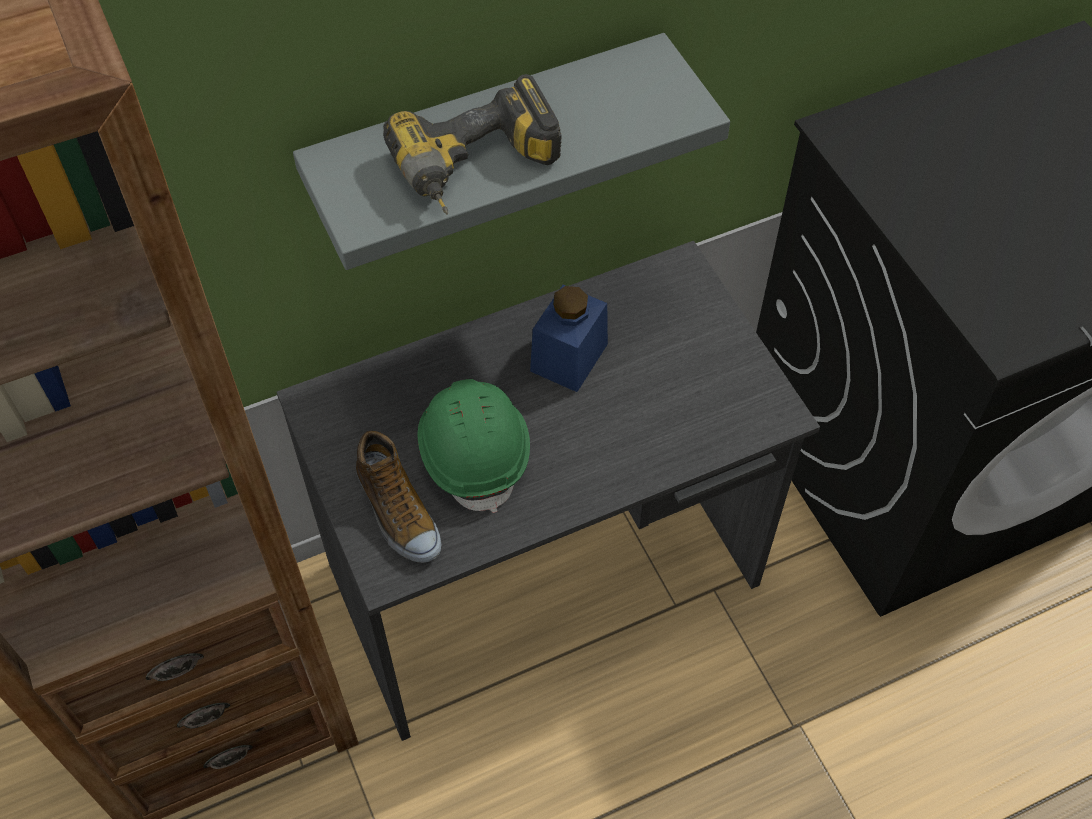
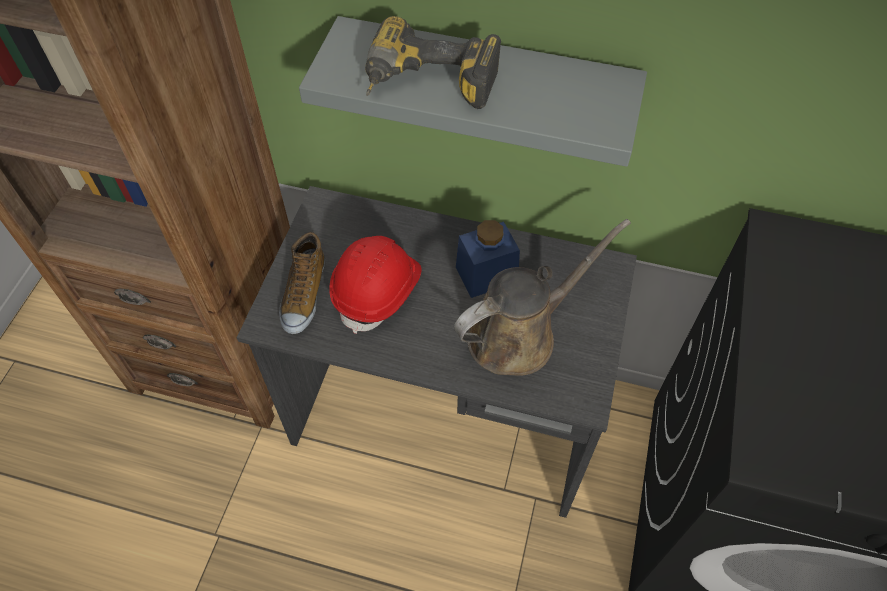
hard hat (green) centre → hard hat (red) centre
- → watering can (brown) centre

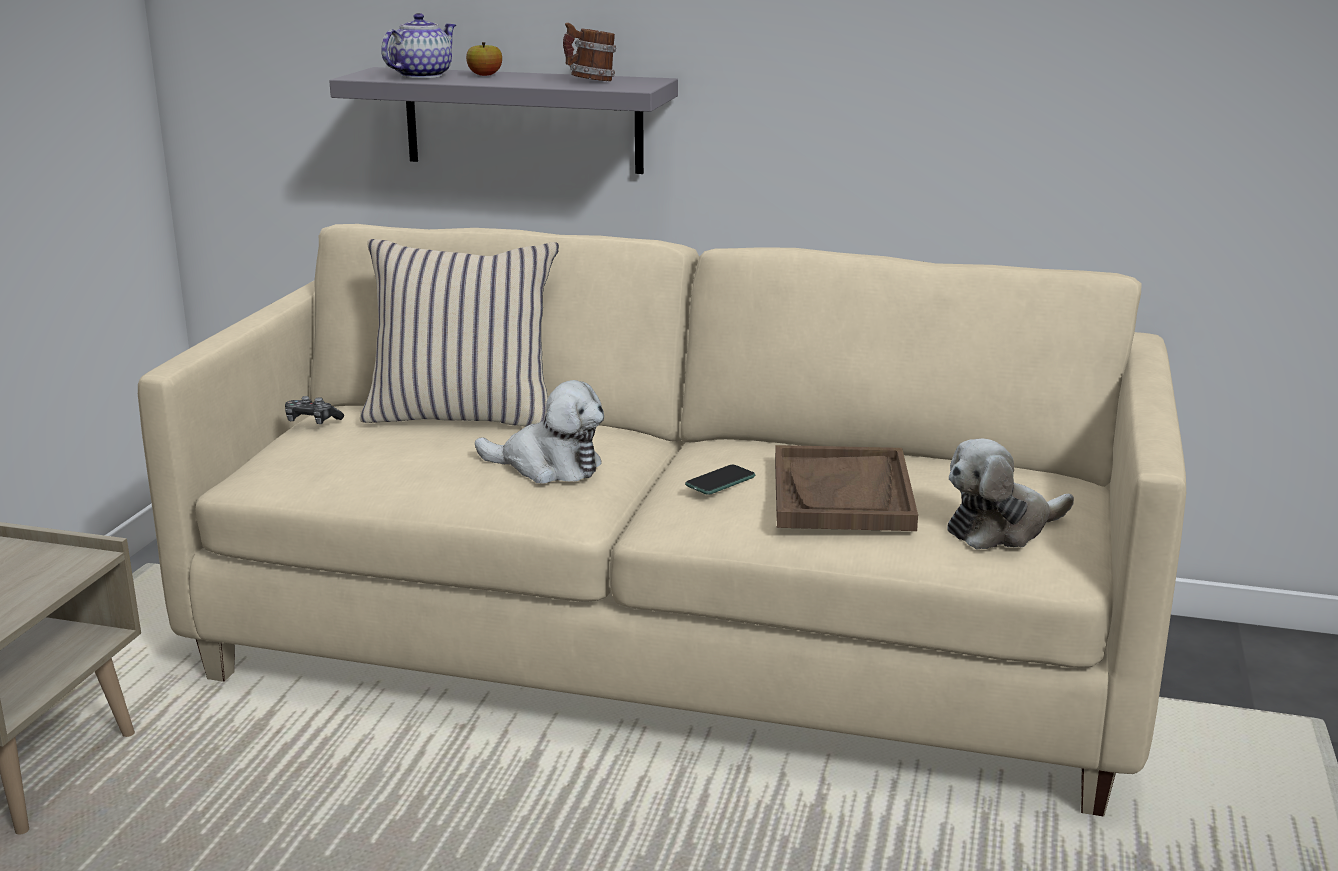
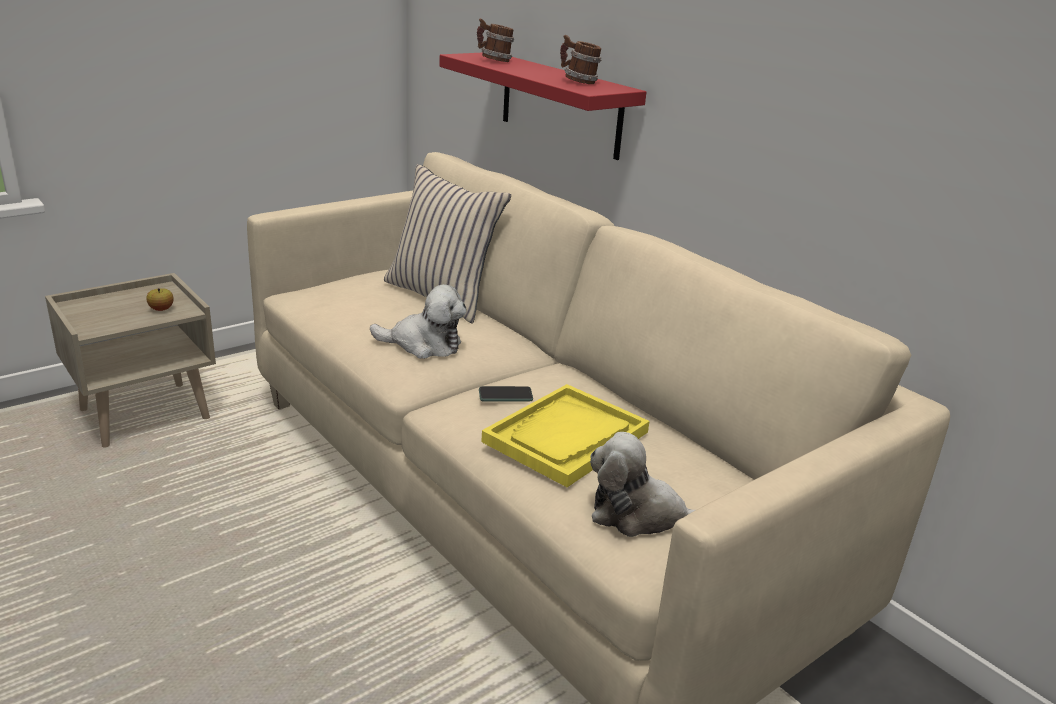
teapot top left → mug (no. 1 from left) top centre
apple top centre → apple middle left, relocated
shelf (grey) top centre → shelf (red) top centre
plush toy (no. 1 from left) centre, 45 degrees counterclockwise
game controller middle left → -
tray (brown) centre → tray (yellow) centre

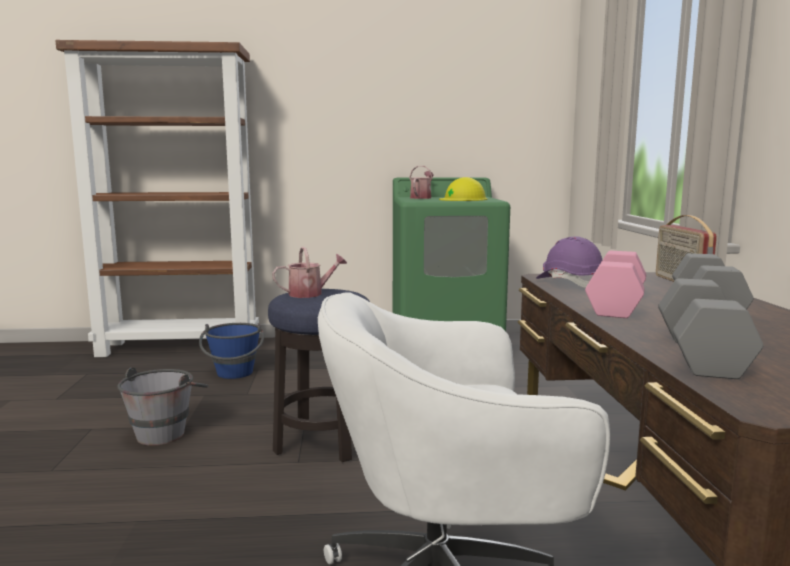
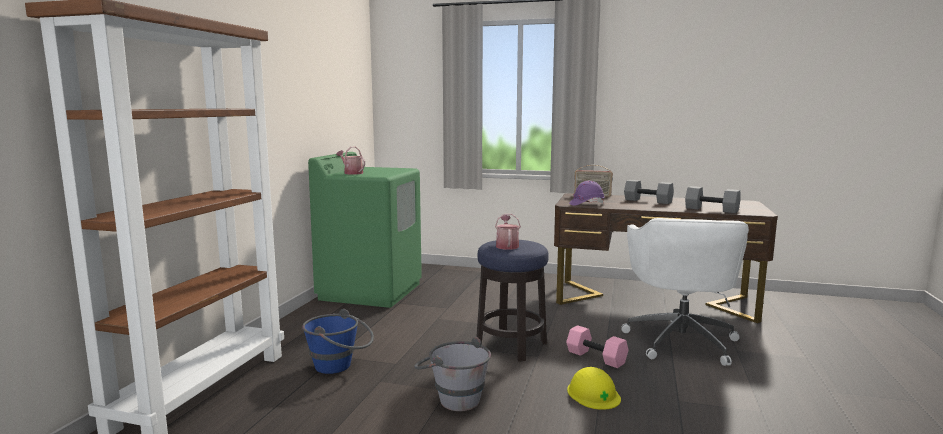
hard hat (yellow) centre → hard hat (yellow) bottom centre, relocated
dumbbell (pink) middle right → dumbbell (pink) bottom centre, relocated

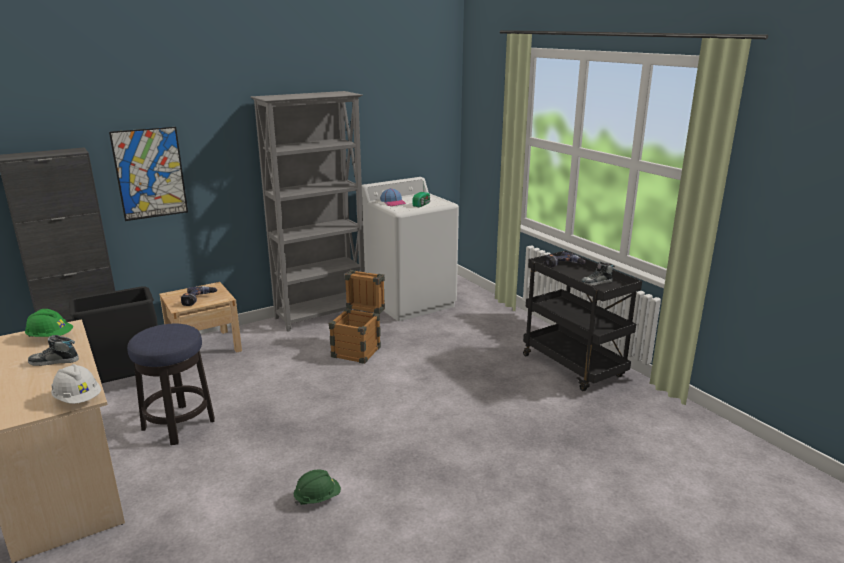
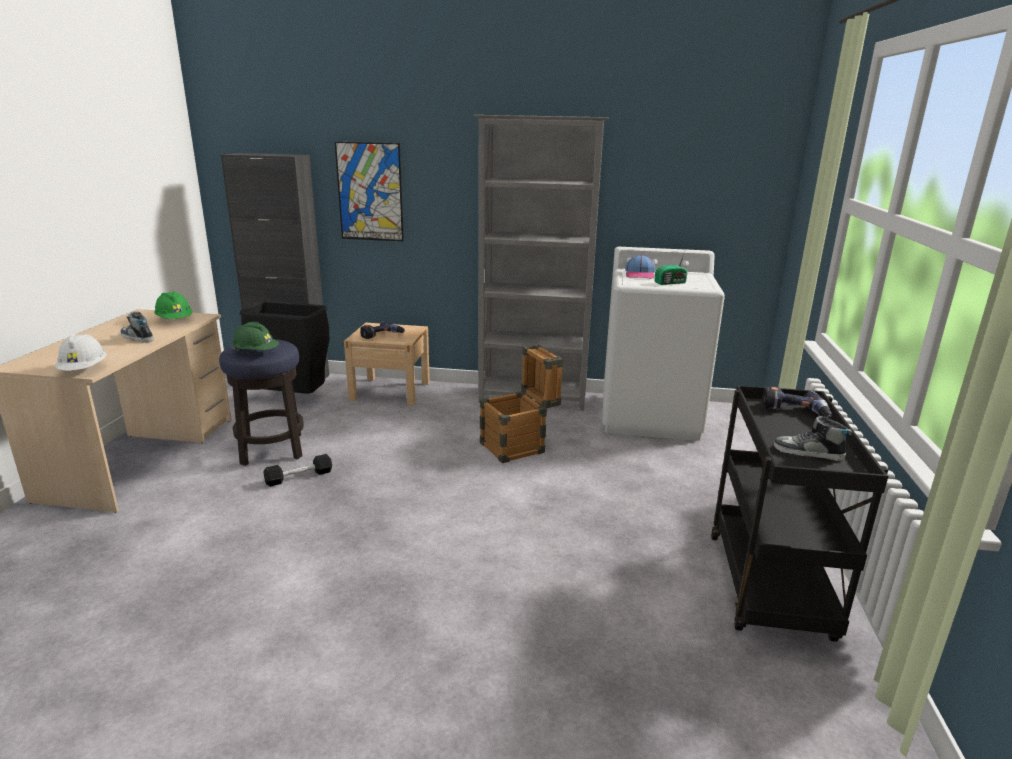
hard hat (green) (no. 2 from left) bottom centre → hard hat (green) (no. 2 from left) middle left, relocated
- → dumbbell (black) middle left

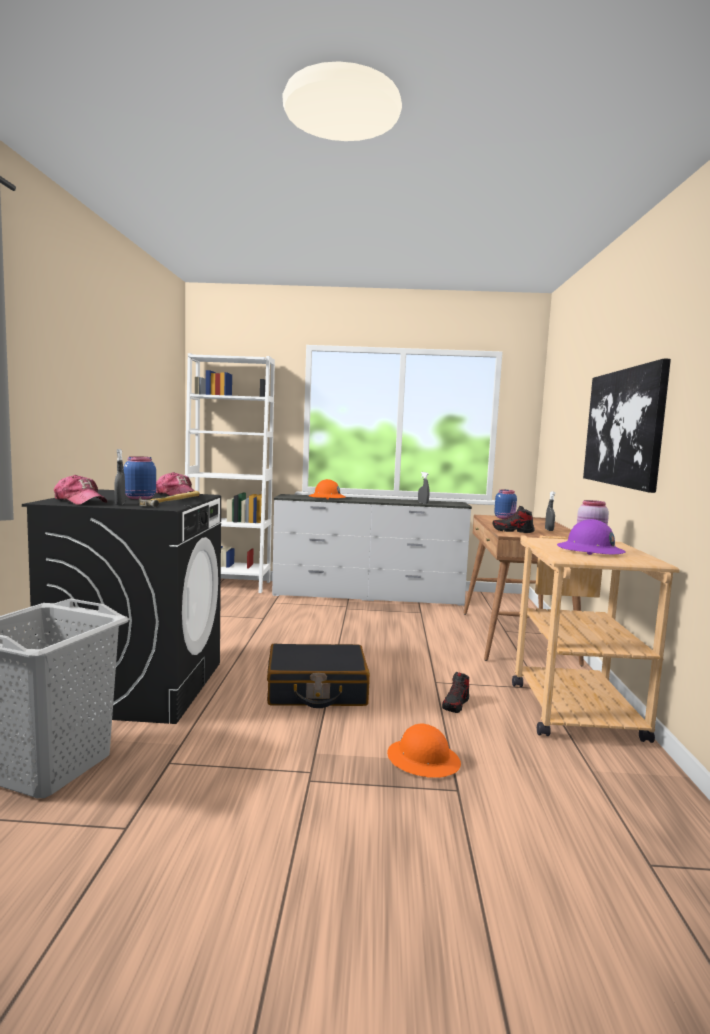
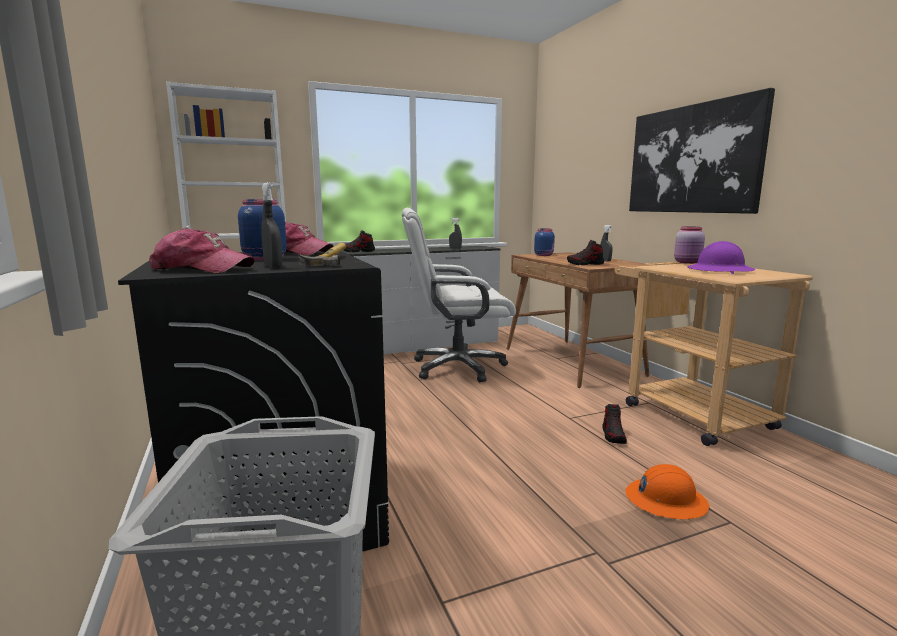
hard hat (orange) (no. 1 from left) centre → shoe (no. 1 from left) centre
suitcase (black) centre → -
- → office chair (white) centre

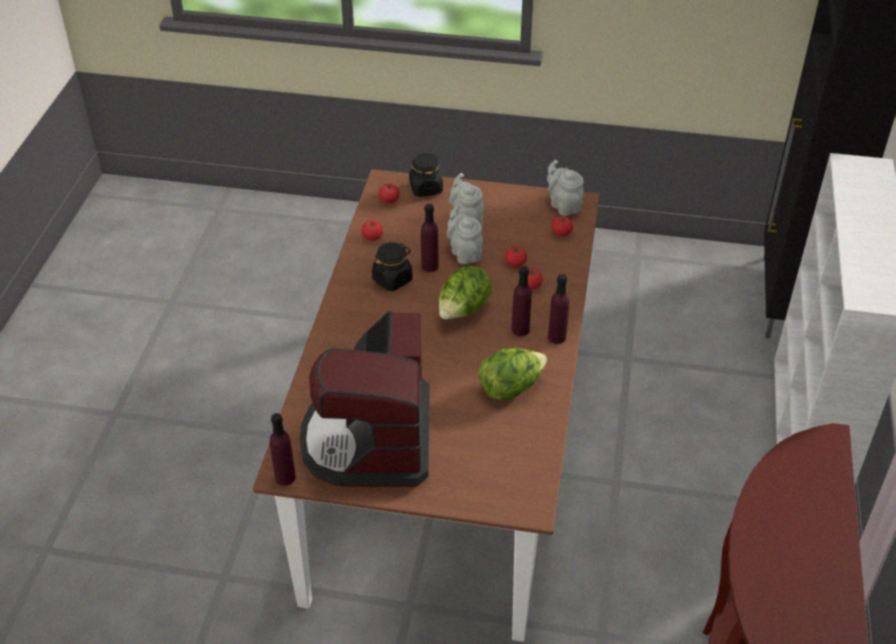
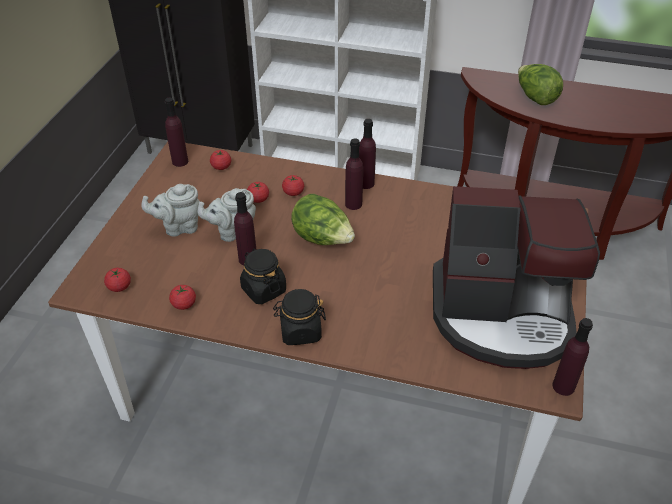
jar (black) (no. 2 from left) top centre → jar (black) (no. 2 from left) centre, relocated
teapot (grey) (no. 3 from left) top centre → bottle (purple) (no. 1 from left) top left
lettuce (no. 2 from left) centre → lettuce (no. 2 from left) top right, relocated

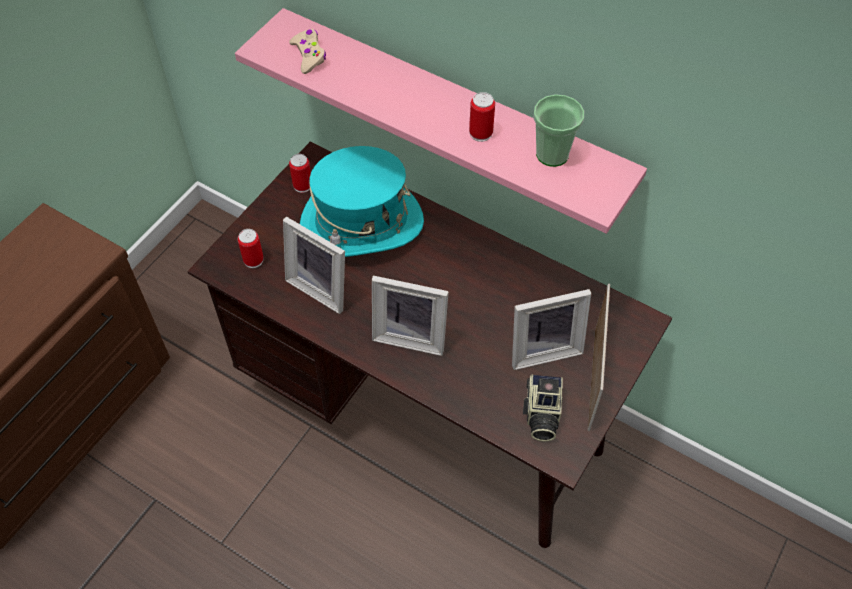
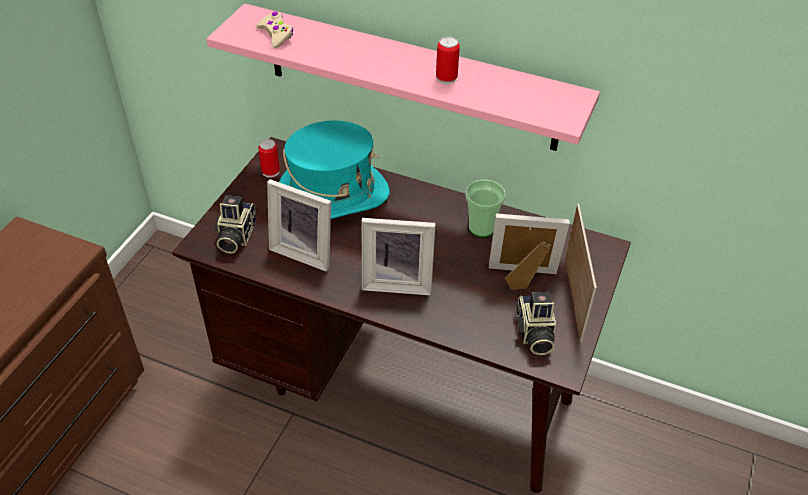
cup top centre → cup centre, relocated
can (no. 1 from left) middle left → photo camera (no. 1 from left) middle left
picture frame (no. 3 from left) centre, 150 degrees counterclockwise

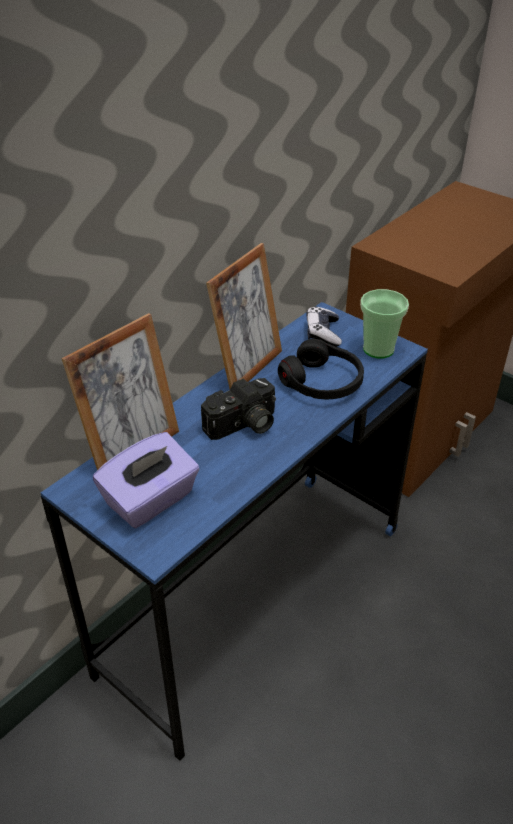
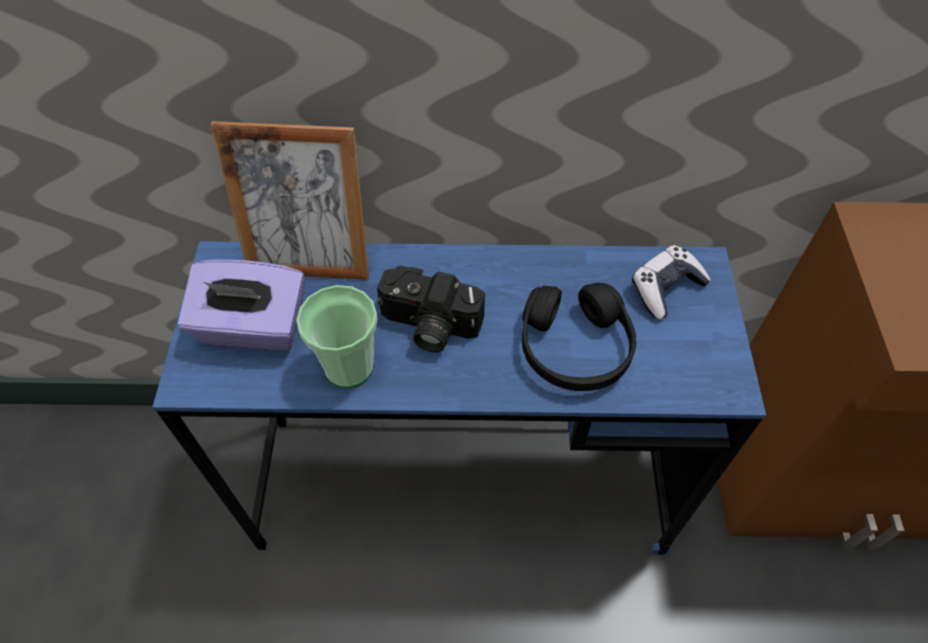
picture frame (no. 2 from left) centre → -
cup middle right → cup centre, relocated

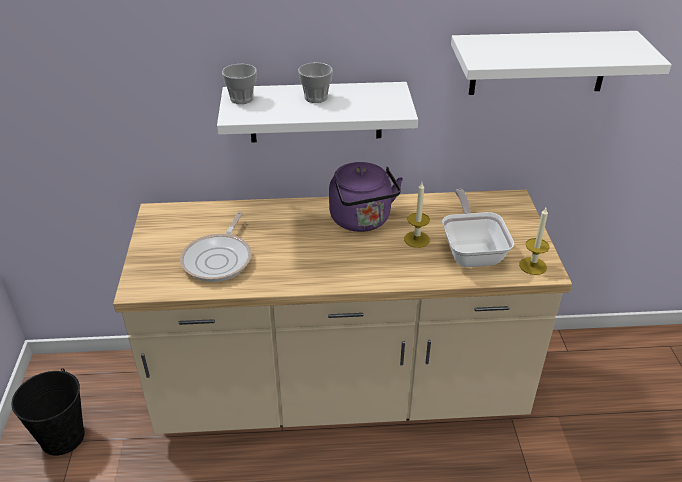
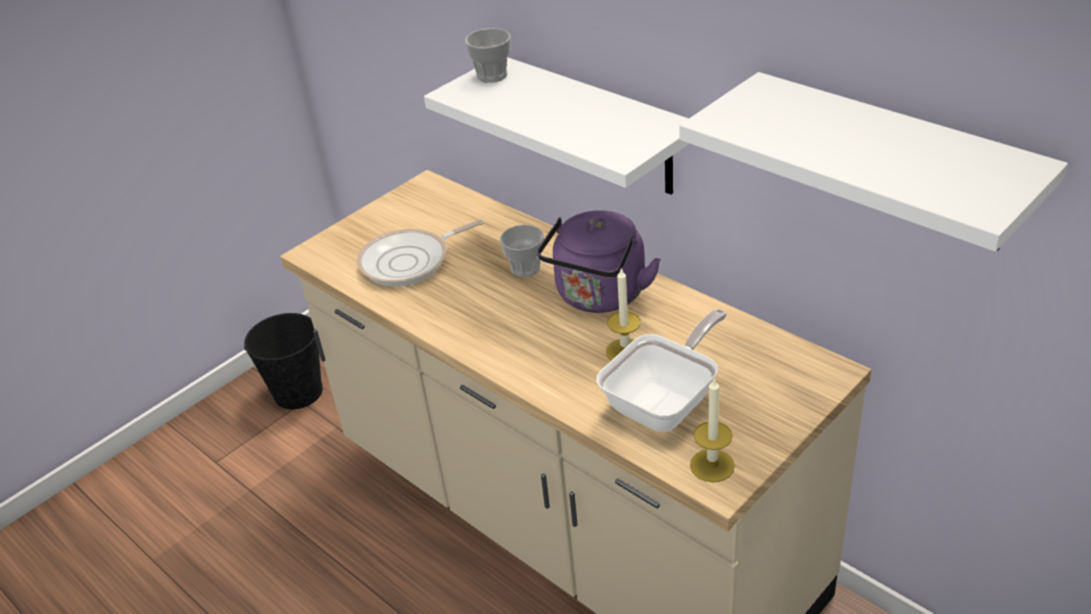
cup (no. 2 from left) top centre → cup (no. 2 from left) centre, relocated

